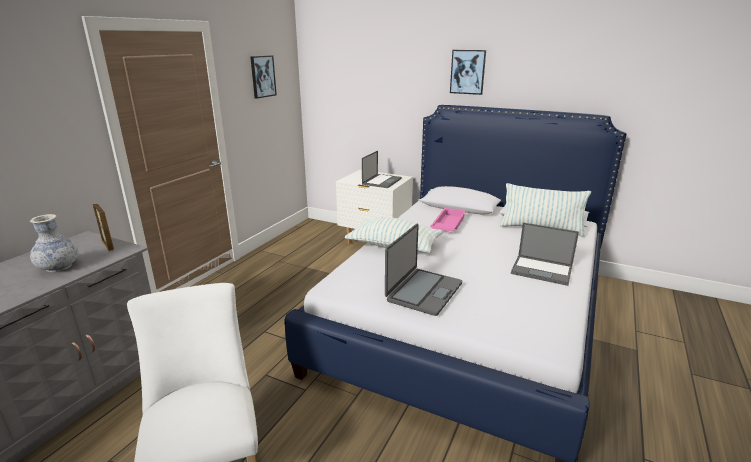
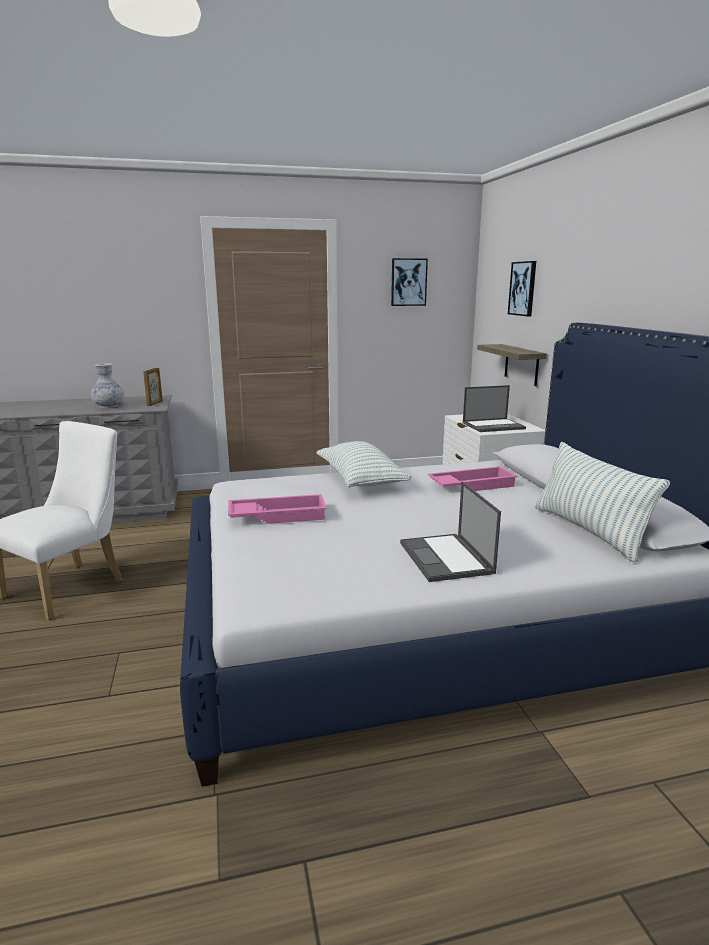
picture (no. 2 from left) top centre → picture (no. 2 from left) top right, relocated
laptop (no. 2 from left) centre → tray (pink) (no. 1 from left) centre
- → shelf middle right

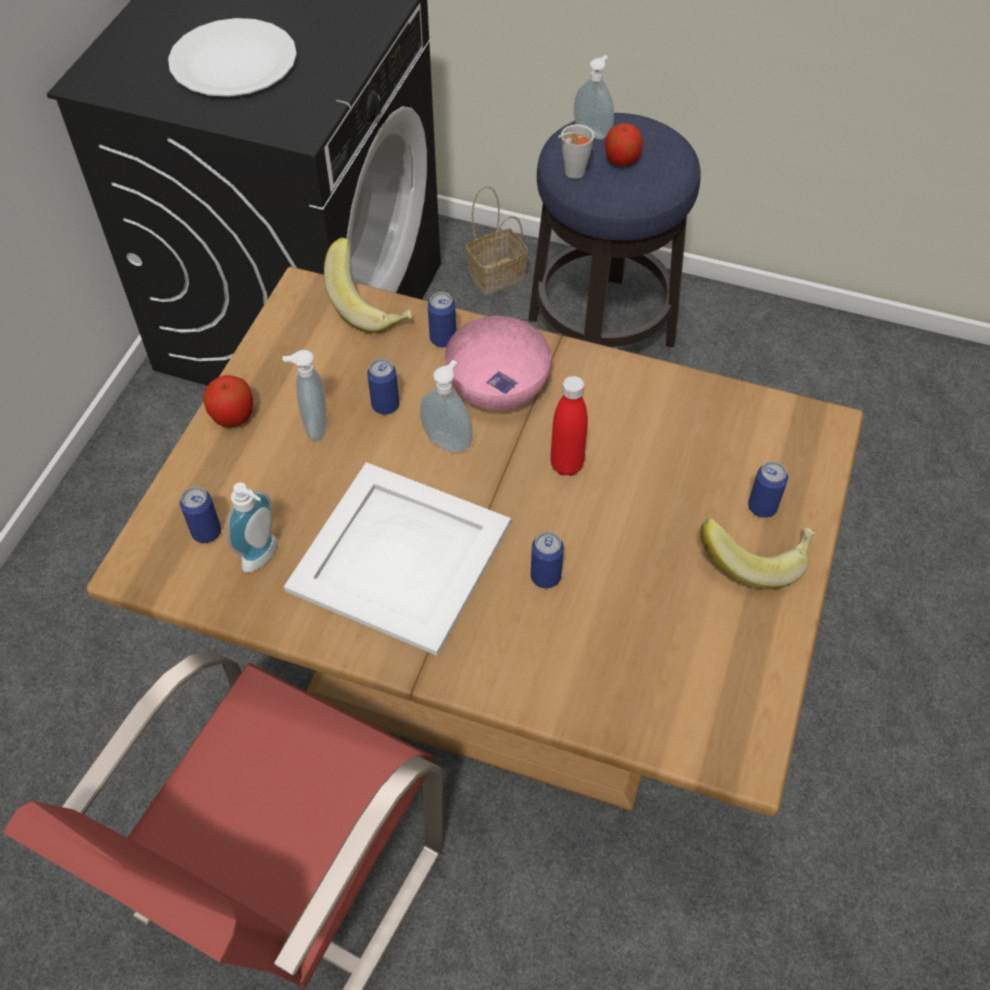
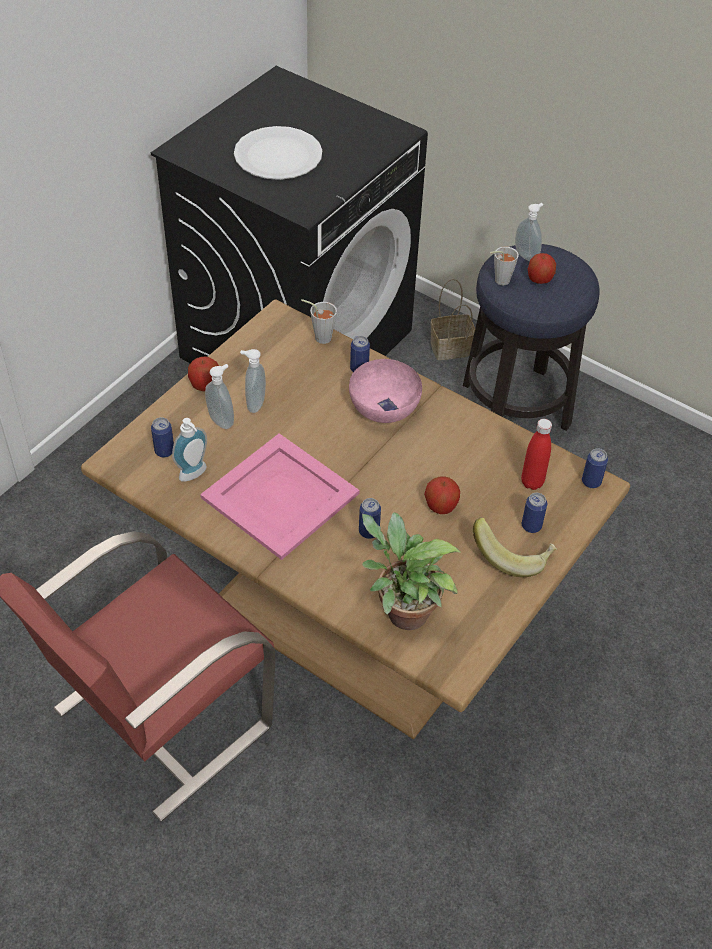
banana (no. 1 from left) top centre → cup (grey) (no. 1 from left) centre
can (no. 2 from left in the first image) centre → can (no. 5 from left) middle right, relocated
soap dispenser (no. 3 from left in the first image) centre → soap dispenser (no. 2 from left) middle left, relocated
bottle (red) centre → bottle (red) middle right, relocated
tray (white) centre → tray (pink) centre
- → apple (no. 2 from left) centre
- → potted plant centre

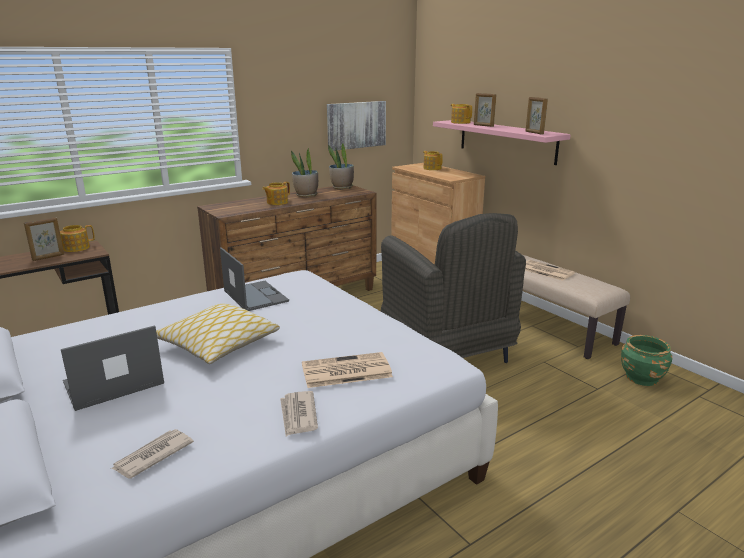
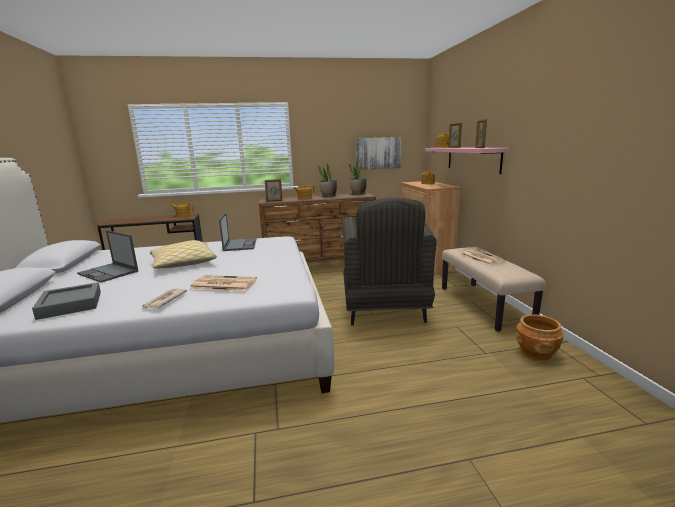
picture frame (no. 1 from left) middle left → picture frame (no. 1 from left) centre, relocated
laptop (no. 1 from left) middle left, 135 degrees counterclockwise
planter (green) middle right → planter (brown) middle right
newspaper (no. 1 from left) bottom left → tray (grey) middle left

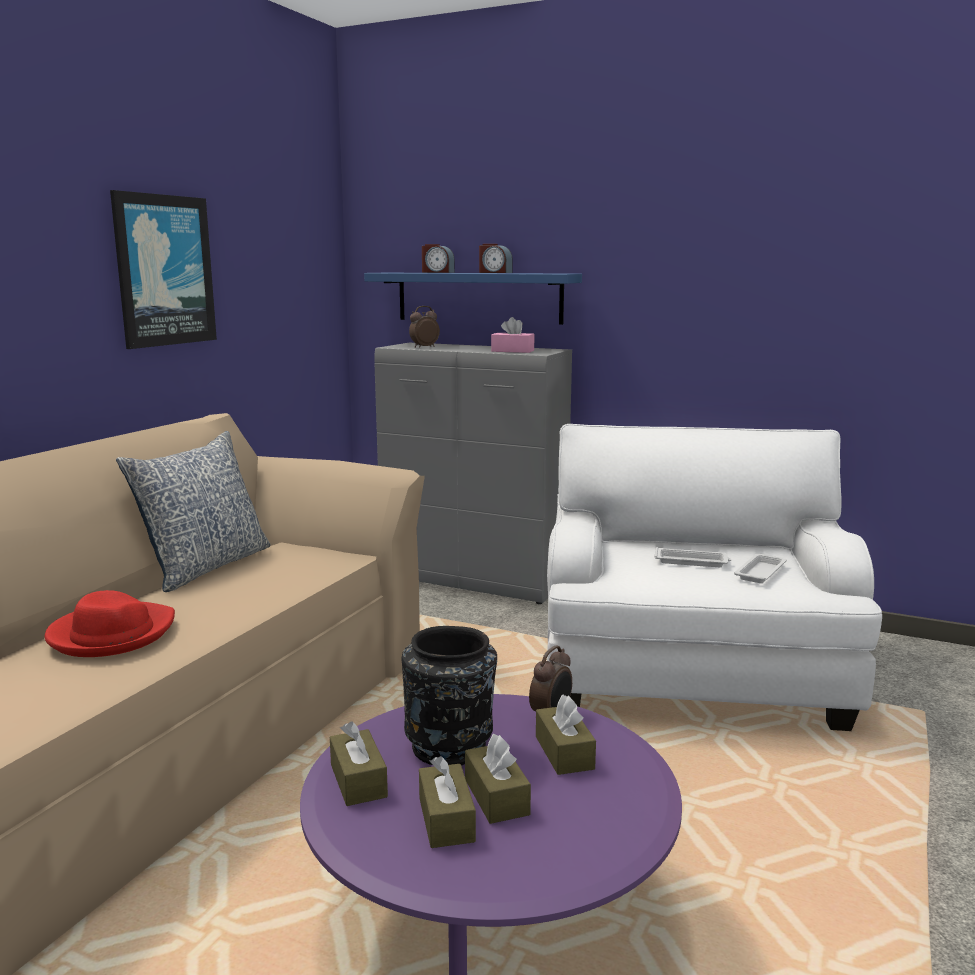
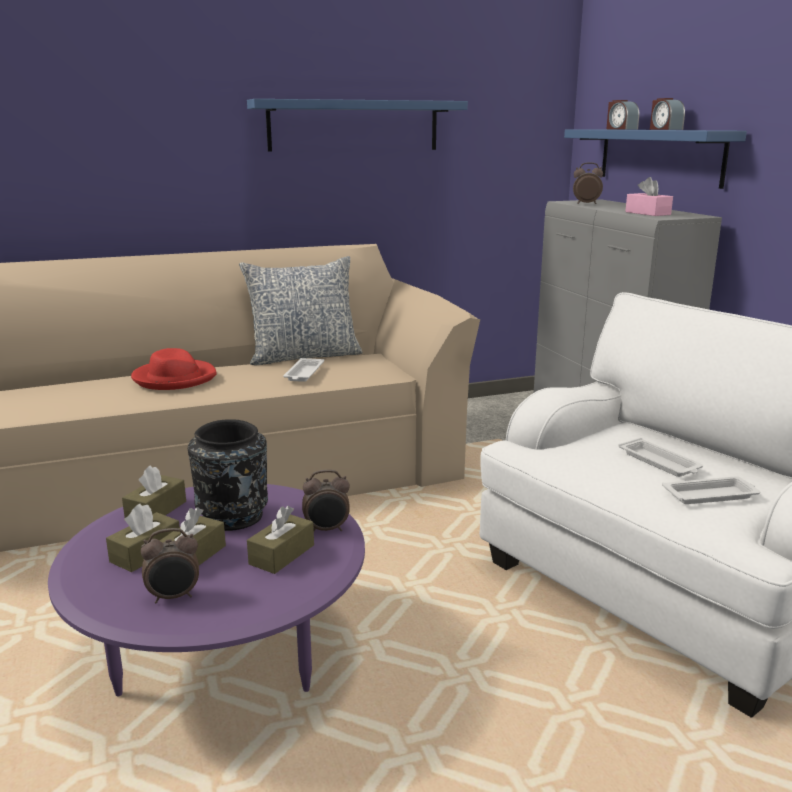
picture top left → shelf (blue) (no. 1 from left) top centre
- → tray (white) (no. 1 from left) centre
- → alarm clock (no. 1 from left) bottom left

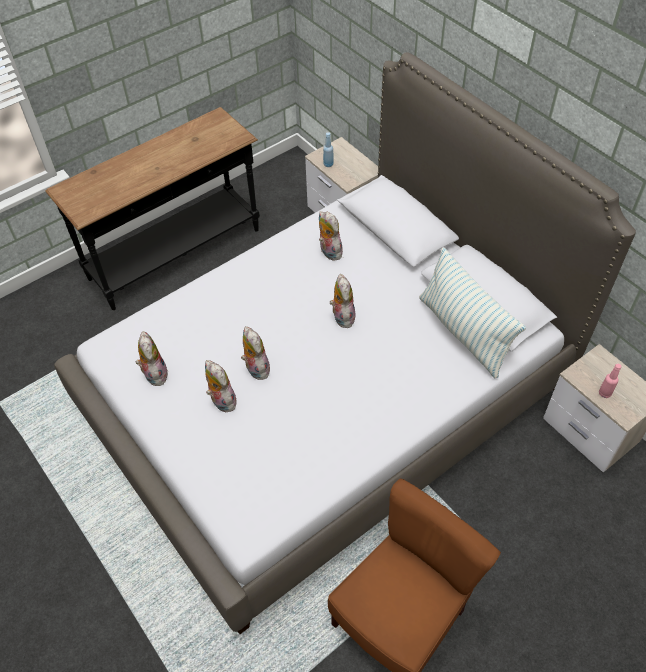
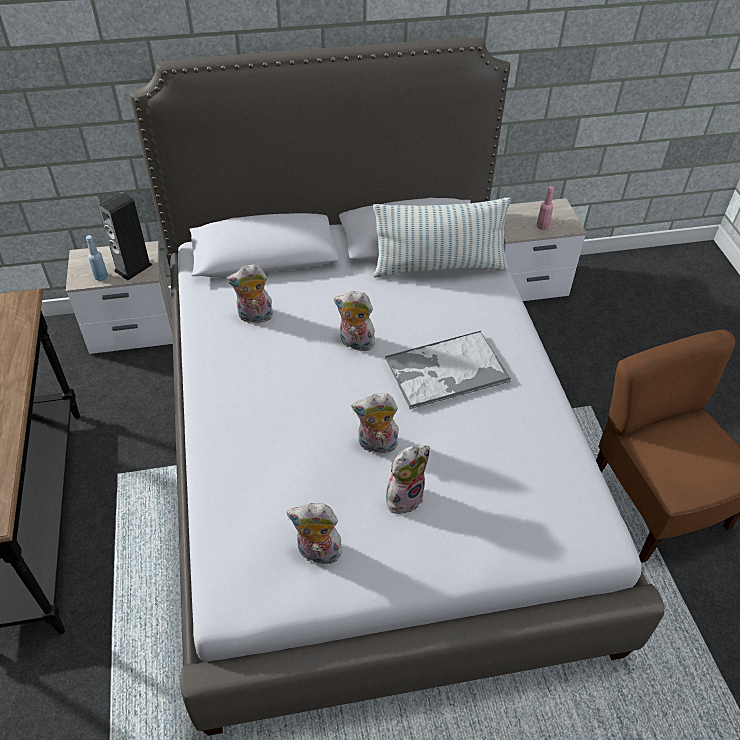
plush toy (no. 2 from left in the first image) centre → plush toy (no. 5 from left) centre, 150 degrees clockwise
- → speaker top left
- → tray centre

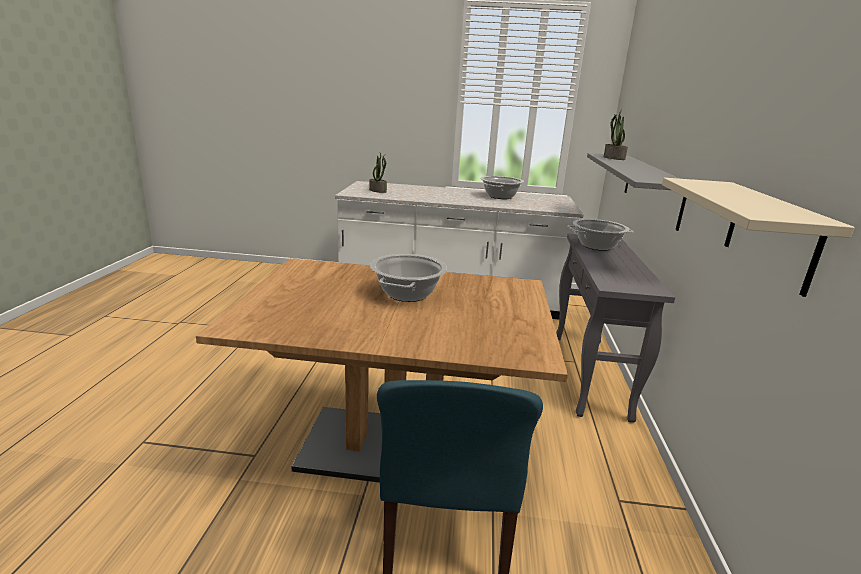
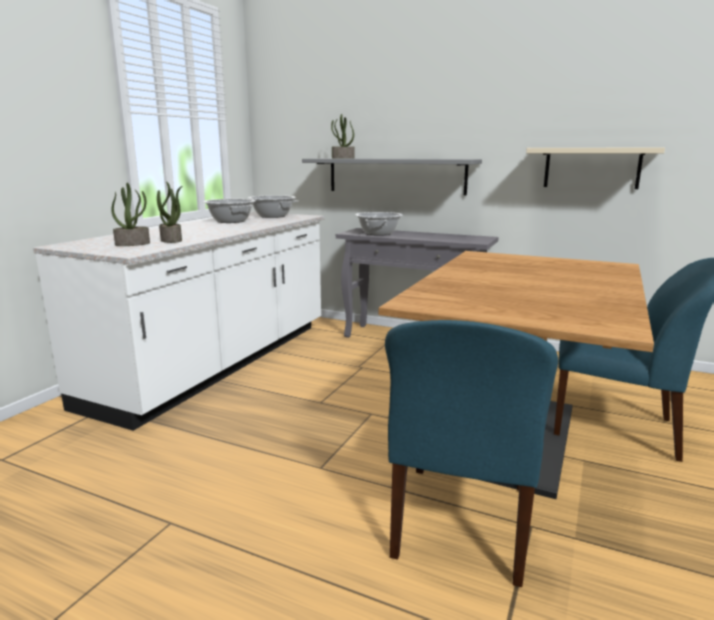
cooking pot (no. 1 from left in the first image) centre → cooking pot (no. 2 from left) top centre, relocated
- → potted plant (no. 2 from left) middle left
- → chair (blue) (no. 1 from left) bottom centre

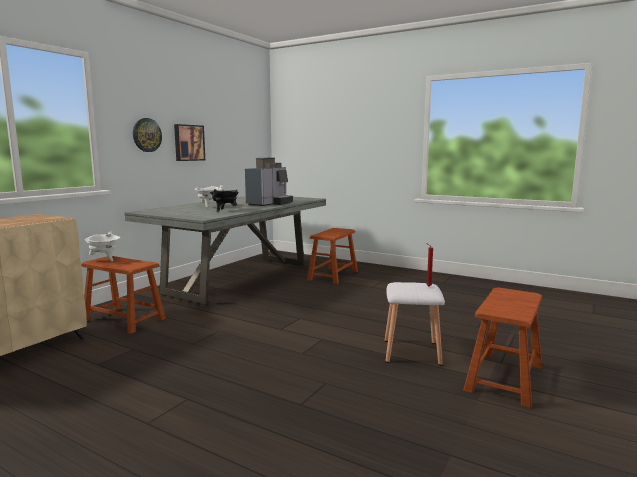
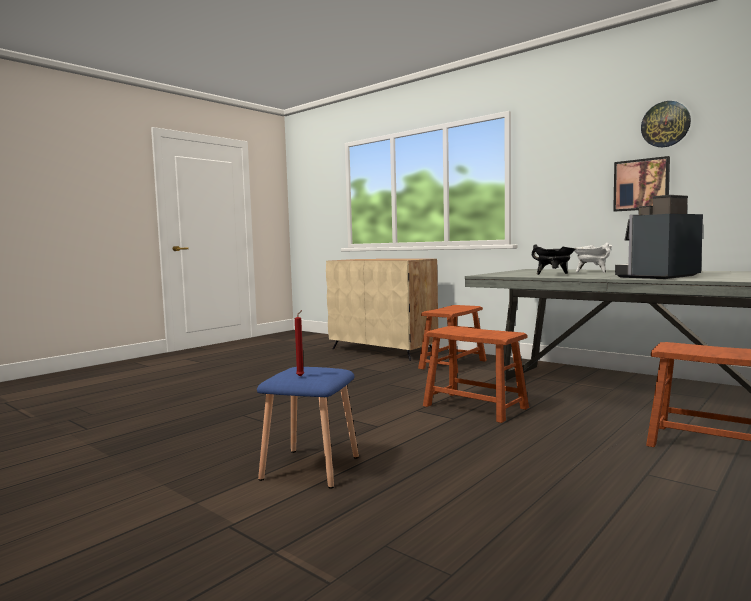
wall clock top left → wall clock top right, relocated
coffee machine centre → coffee machine middle right, 105 degrees clockwise
cooking pot (white) (no. 1 from left) middle left → -
stool (white) bottom centre → stool (blue) bottom centre
stool (brown) (no. 3 from left in the first image) bottom right → stool (brown) (no. 2 from left) centre, relocated

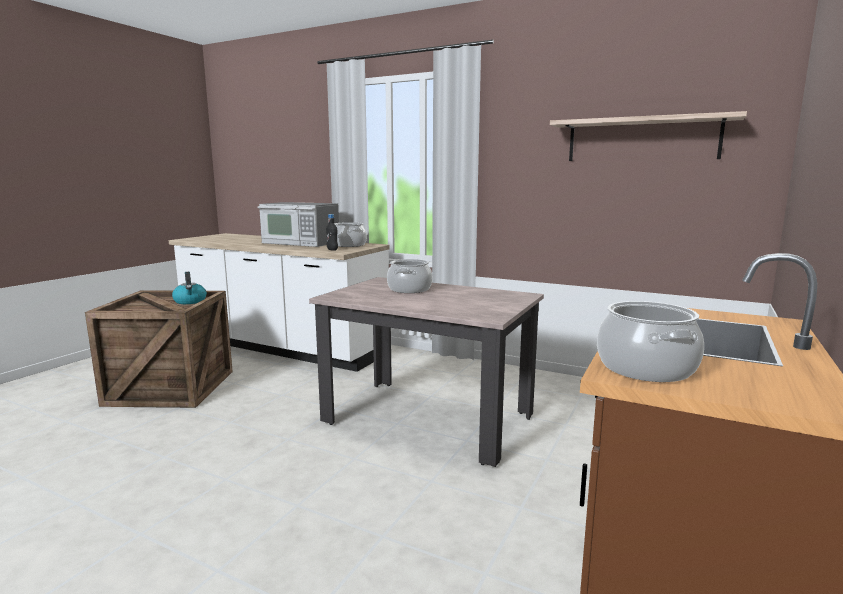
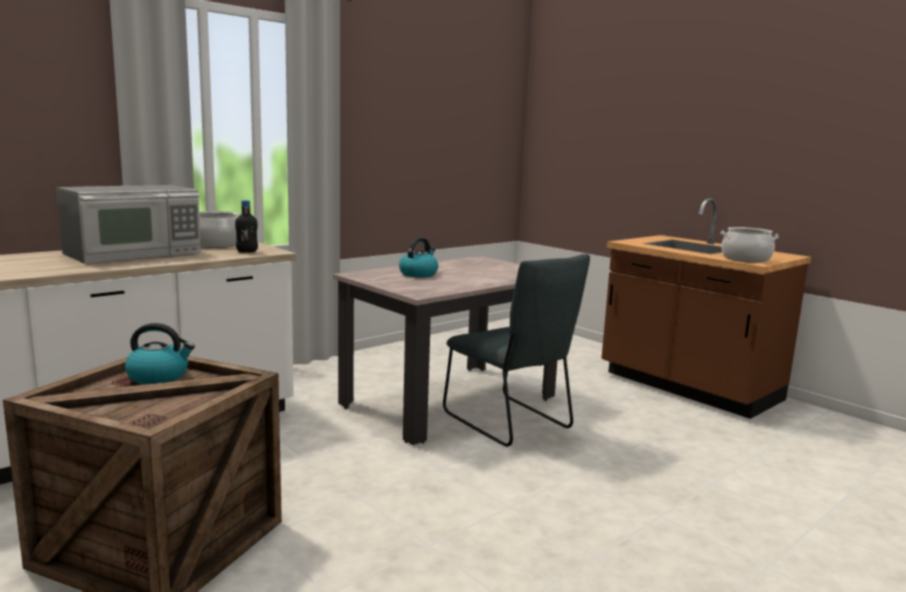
shelf top right → -
cooking pot (no. 2 from left) centre → kettle (no. 2 from left) centre
- → chair (grey) centre

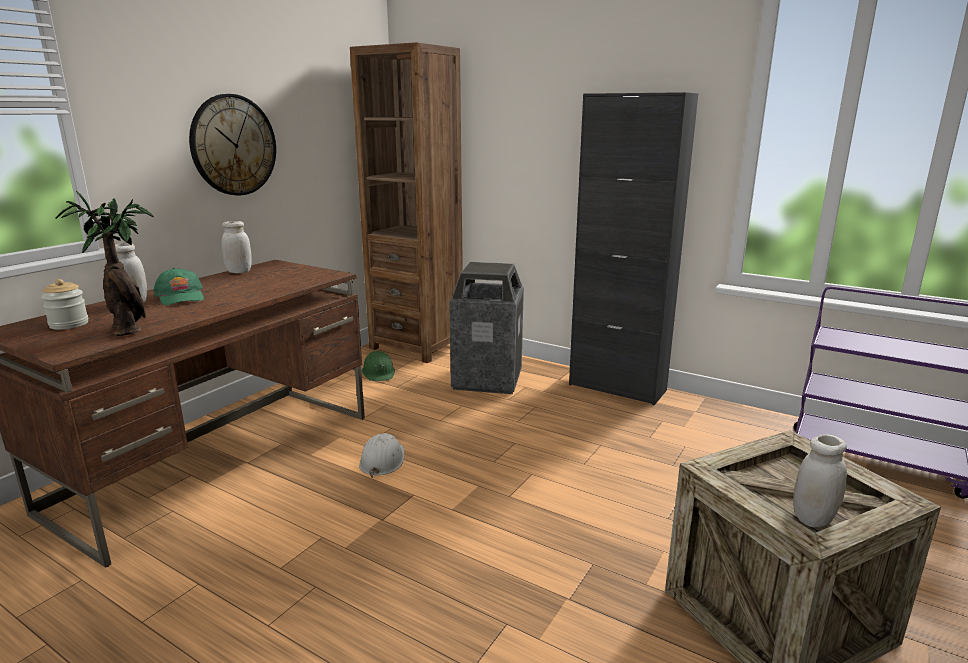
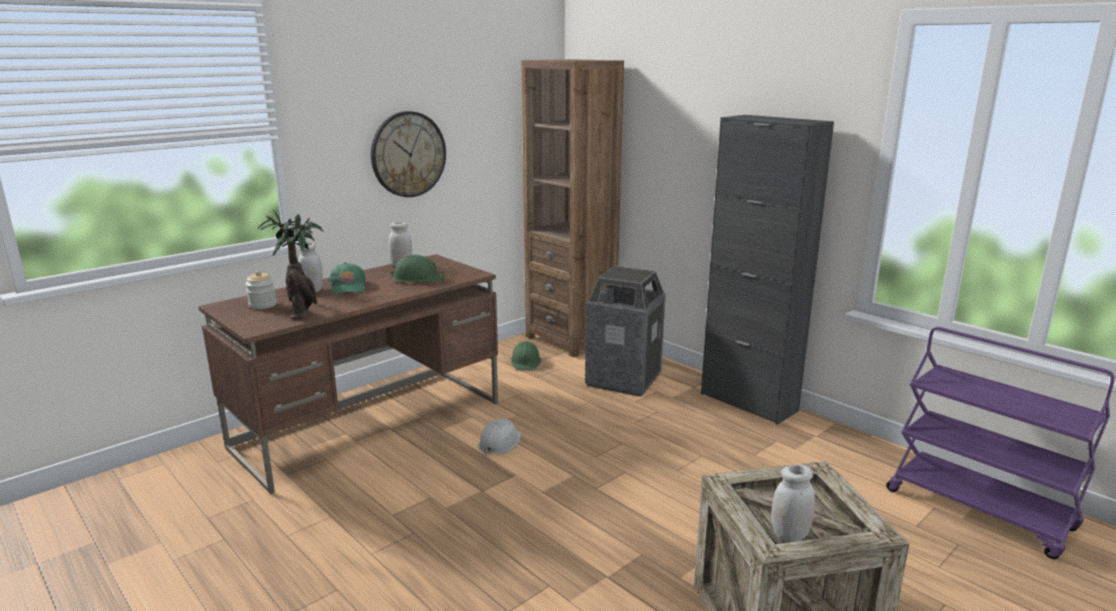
- → hard hat (green) (no. 1 from left) centre

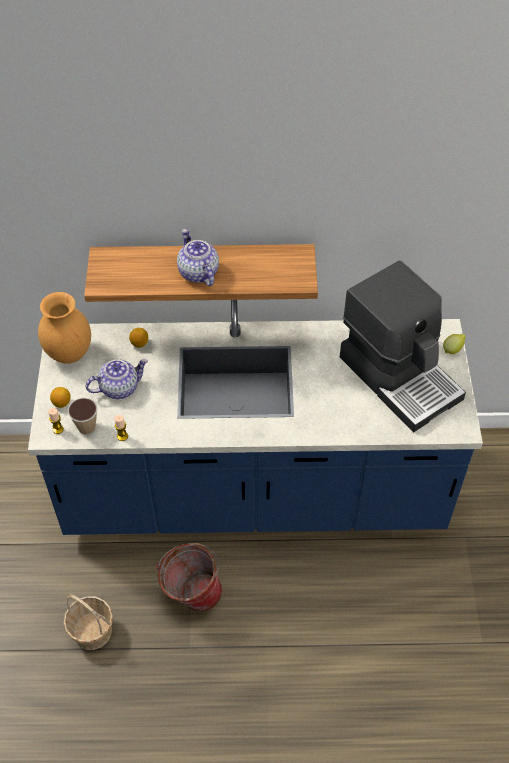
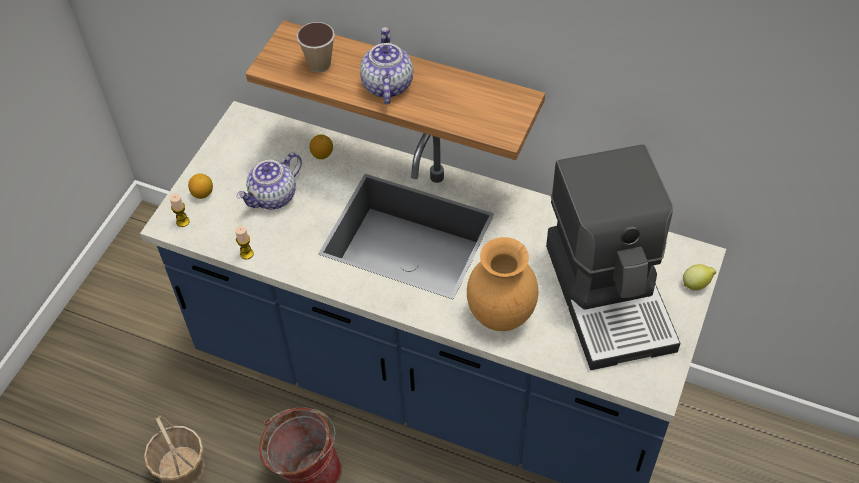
vase (brown) middle left → vase (brown) centre, relocated
teapot (no. 1 from left) middle left, 135 degrees clockwise
cup middle left → cup top centre, relocated

